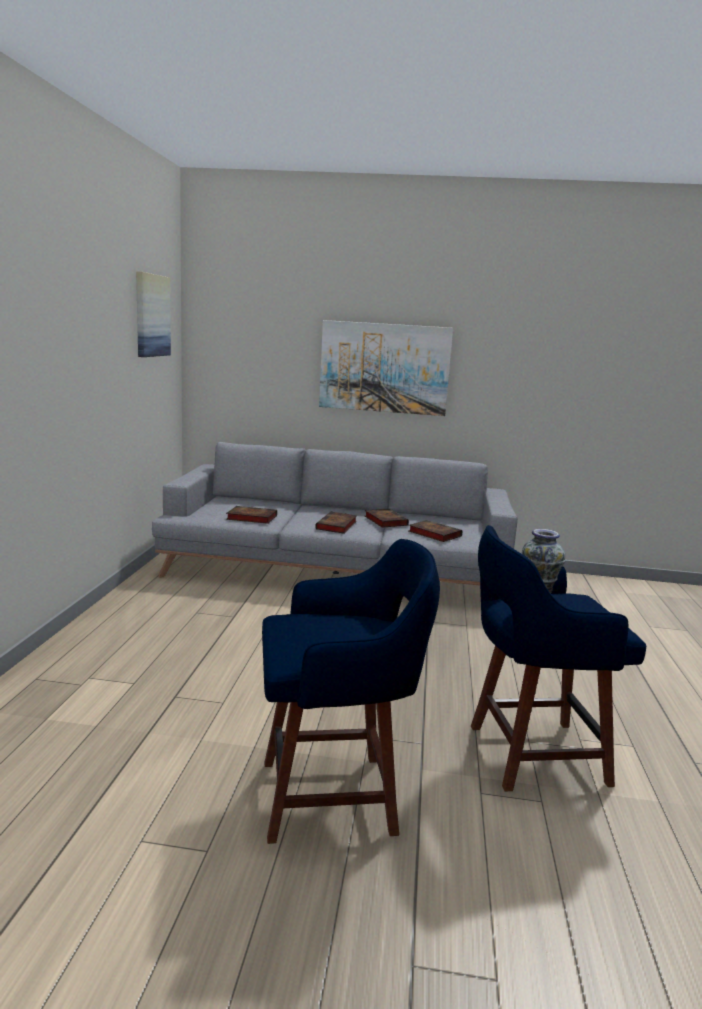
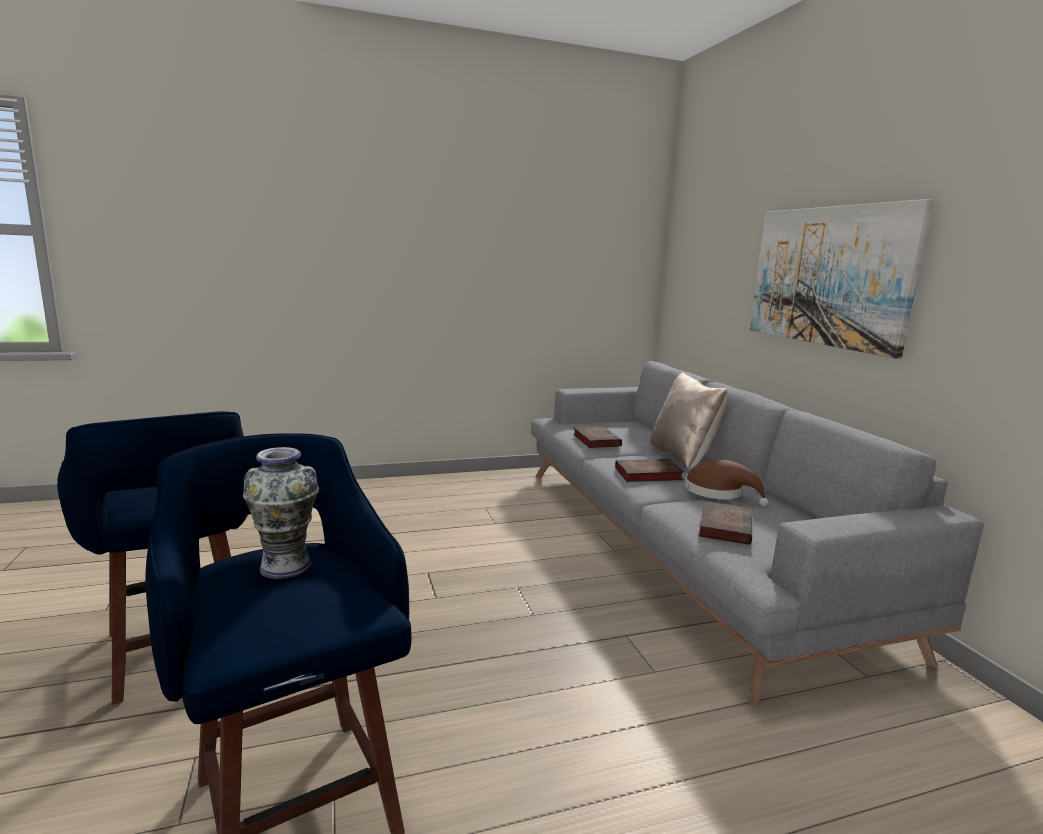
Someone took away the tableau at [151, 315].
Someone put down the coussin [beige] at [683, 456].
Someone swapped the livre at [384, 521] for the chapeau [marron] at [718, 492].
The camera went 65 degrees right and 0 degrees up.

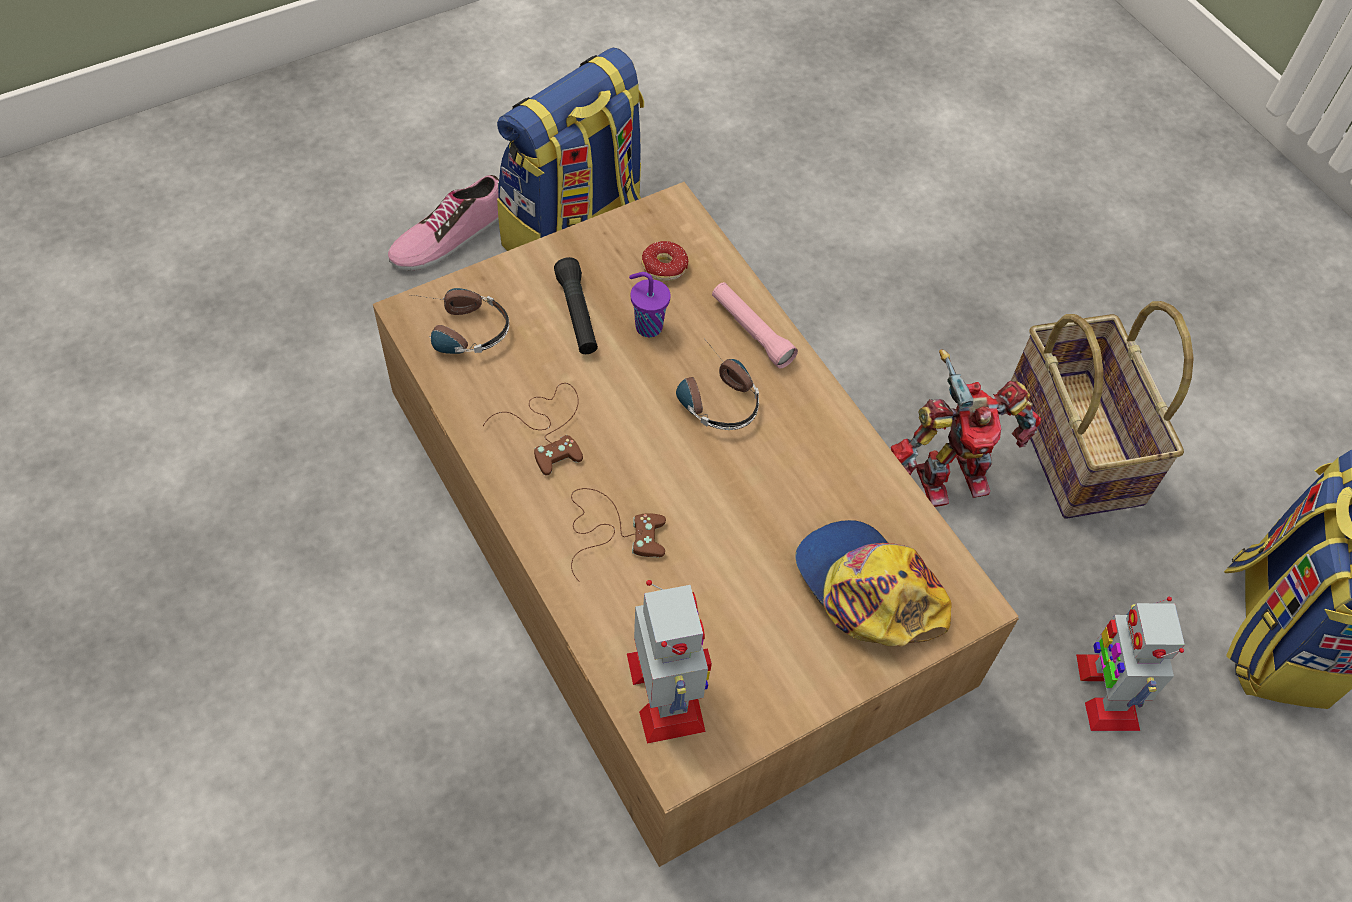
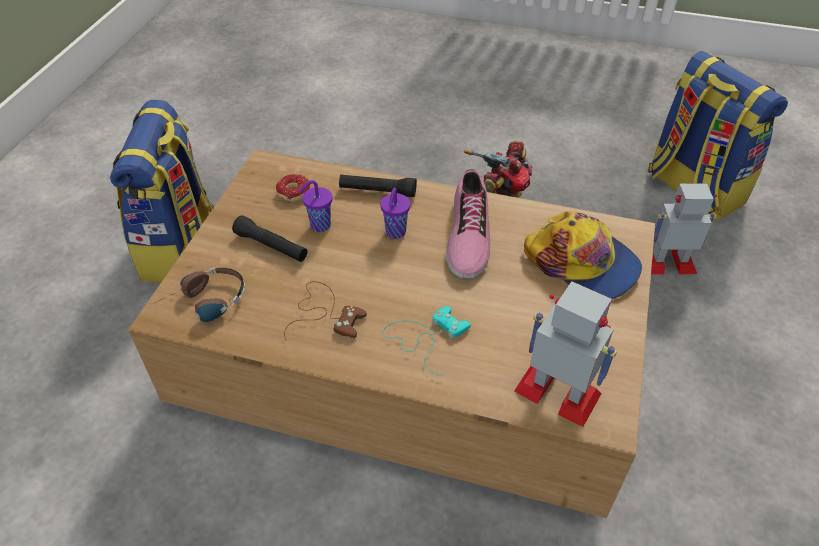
Someone took away the panier at [1078, 445].
Someone carried the chaussure from [449, 235] to [467, 236].
Someone swapped the casque audio at [712, 395] for the tasse [violet] at [395, 233].
Someone repainted the manette [marron] at [610, 530], which became the manette [turquoise] at [425, 337].
Someone repainted the lampe de poche [rose] at [751, 331], which became the lampe de poche [noir] at [378, 191].
Someone rotated the casquette at [867, 590] by 150 degrees counterclockwise.
Someone rotated the robot jouet at [1106, 691] by 135 degrees clockwise.
The camera went 40 degrees left and 10 degrees down.

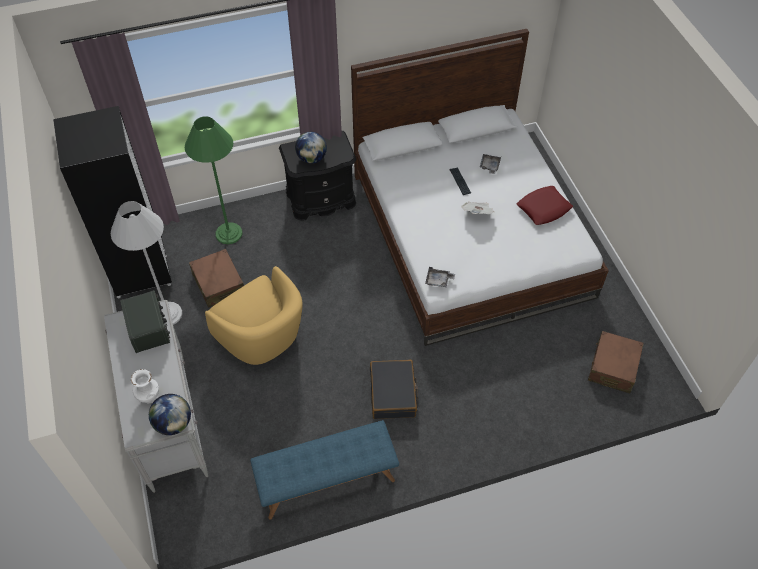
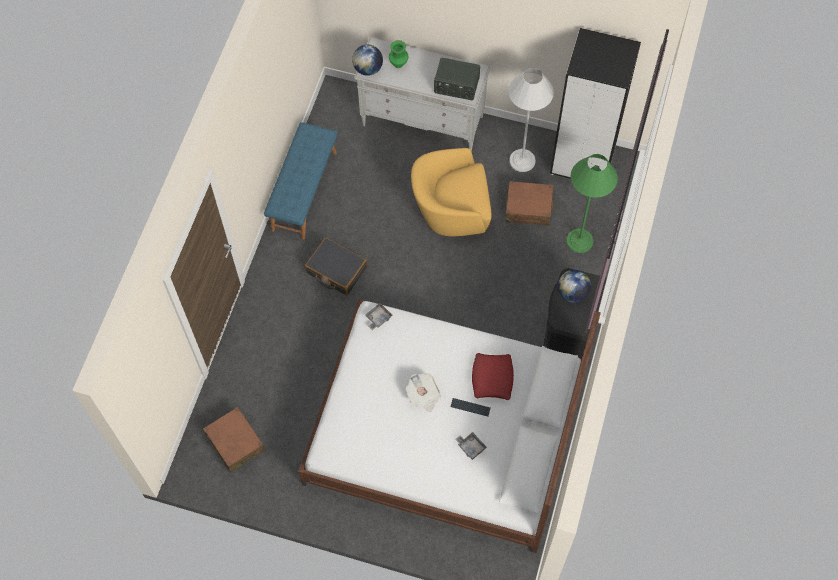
Someone carried the coussin [rouge] from [543, 208] to [492, 378].
Someone repainted the vase [blanc] at [149, 397], which became the vase [vert] at [399, 64].
The camera went 125 degrees right and 10 degrees up.

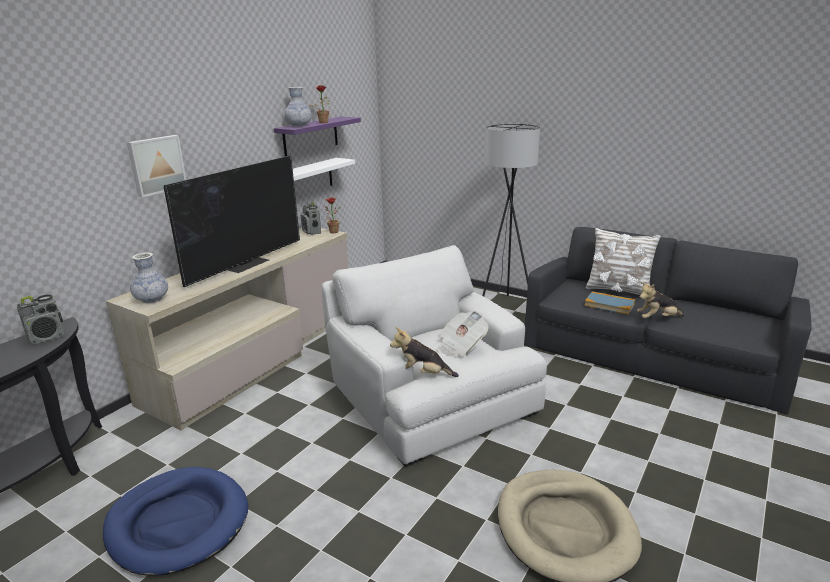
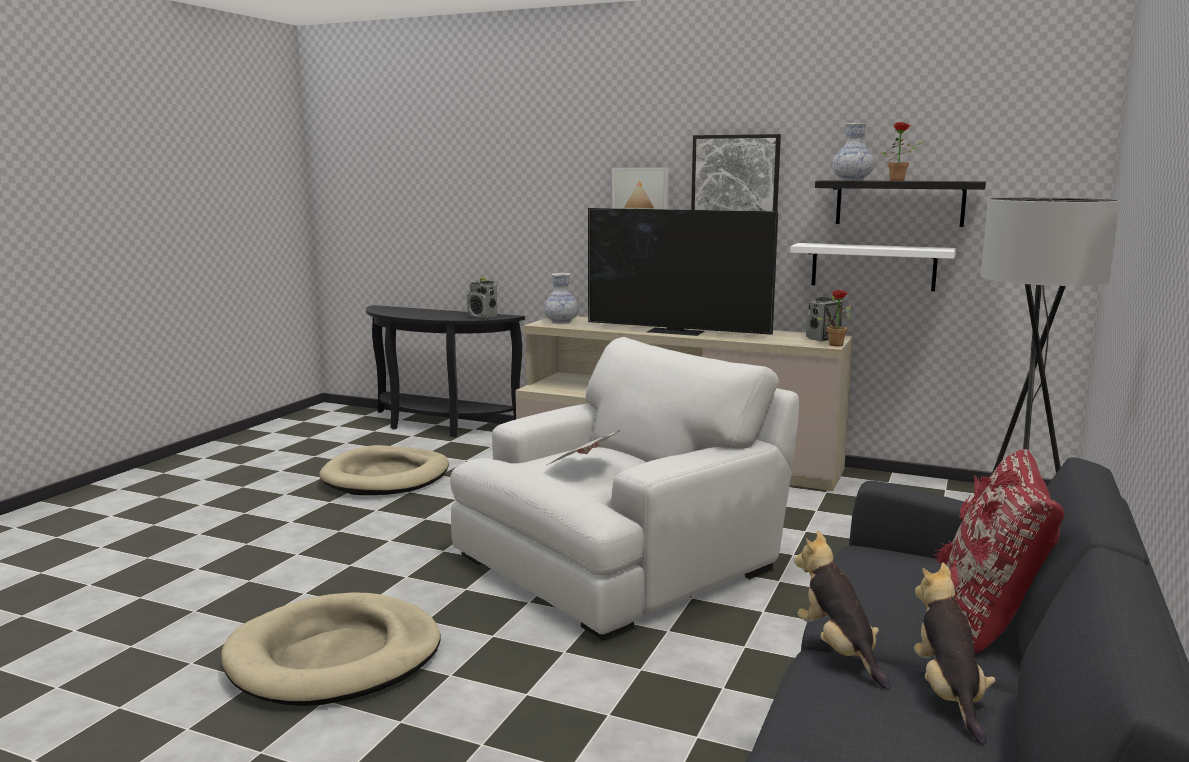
Someone took away the livre at [609, 305].
Someone put up the tableau at [735, 179].
Someone carried the peluche from [423, 374] to [948, 694].
Someone repainted the panier pour chien [bleu] at [178, 523], which became the panier pour chien [beige] at [386, 477].
Someone repainted the étagère [violet] at [310, 136], which became the étagère [noir] at [899, 203].
Someone repainted the coussin [blanc] at [618, 290], which became the coussin [rouge] at [985, 617].
The camera went 80 degrees right and 10 degrees down.

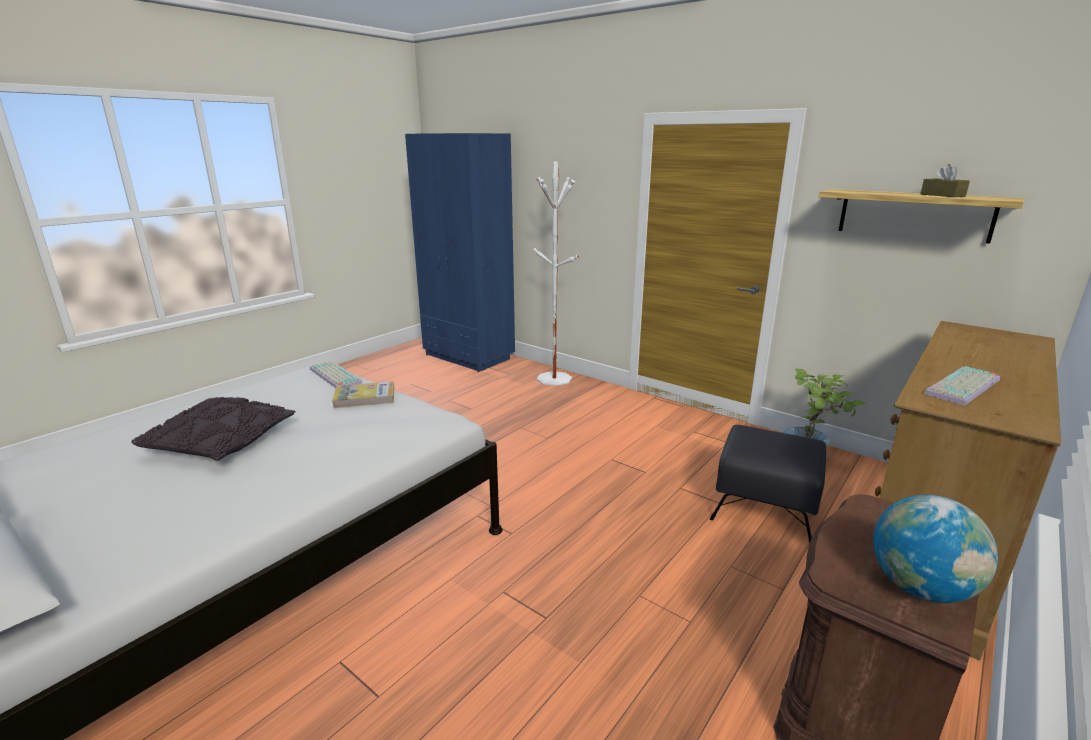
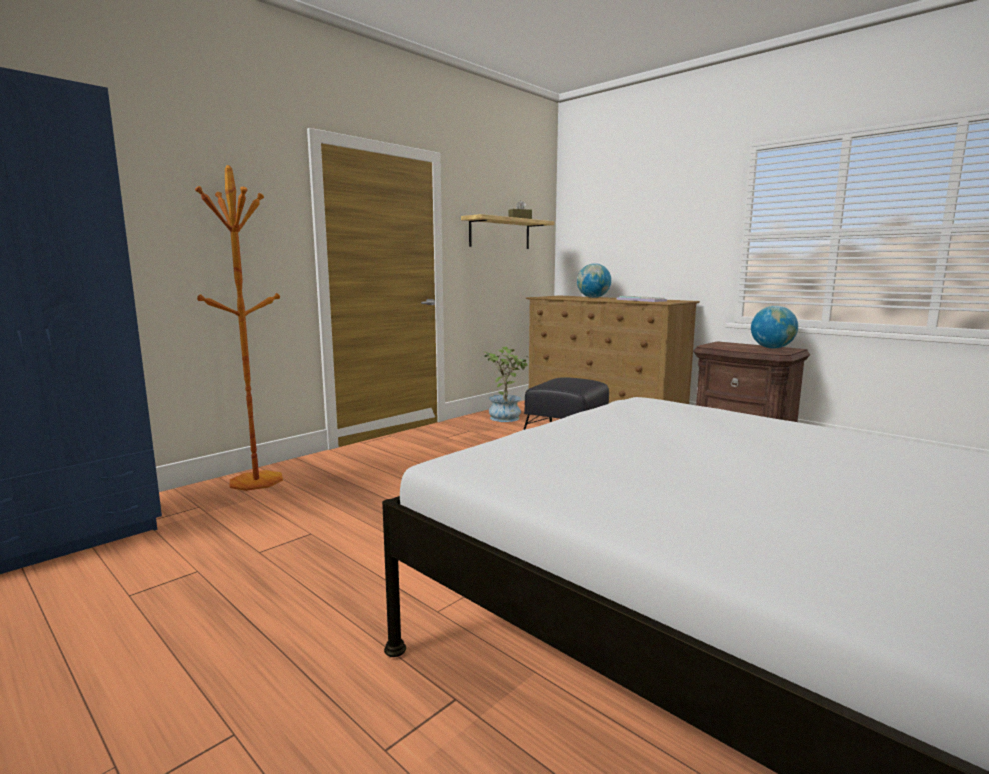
Someone took away the coussin [noir] at [220, 442].
Someone took away the clavier at [333, 376].
Someone took away the livre at [365, 397].
Someone put down the globe at [593, 297].
Someone repainted the portant [blanc] at [554, 378], which became the portant [orange] at [256, 480].
The camera went 85 degrees left and 10 degrees down.

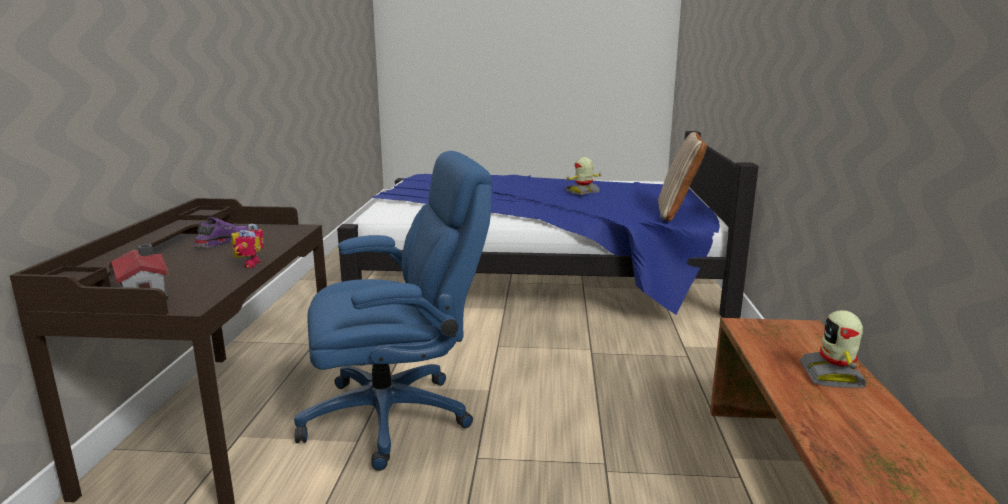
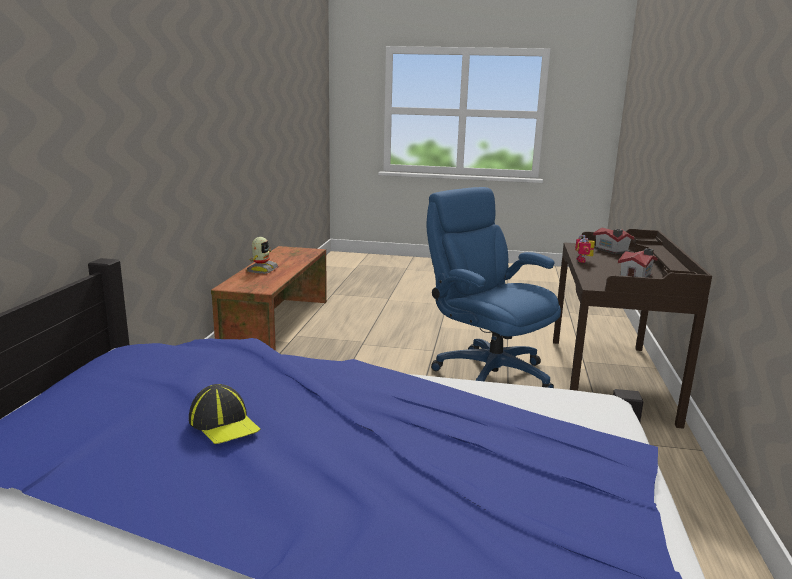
Someone took away the coussin [beige] at [677, 212].
Someone swapped the chaussure [violet] at [221, 242] for the maison miniature at [636, 276].
Someone swapped the robot jouet at [583, 192] for the casquette at [224, 423].
Someone rotated the chaise de bureau [bleu] at [399, 417] by 60 degrees clockwise.
The camera went 175 degrees left and 0 degrees up.

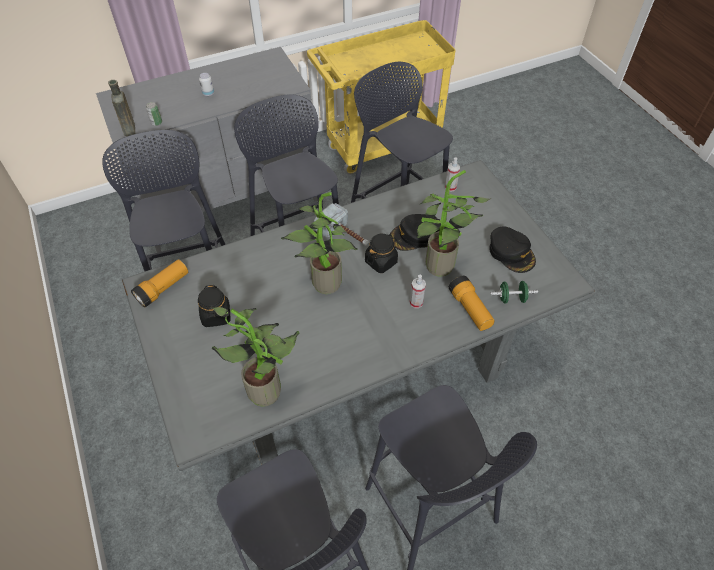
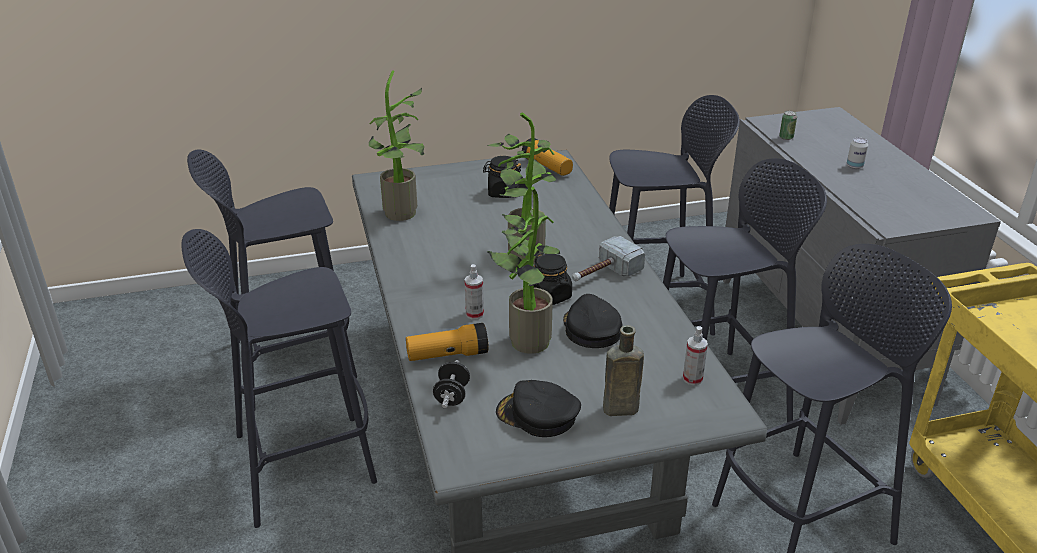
Someone carried the bouteille [marron] from [130, 131] to [618, 409].
Someone repainted the haltère [vert] at [511, 298], which became the haltère [noir] at [452, 396].
Someone rotated the casquette [noir] at [511, 253] by 45 degrees clockwise.
The camera went 100 degrees right and 20 degrees down.

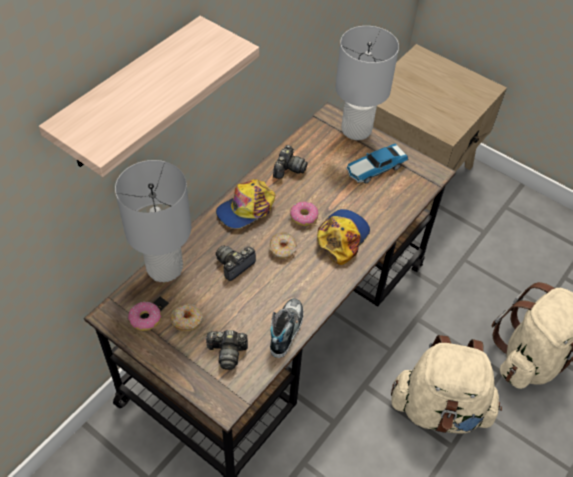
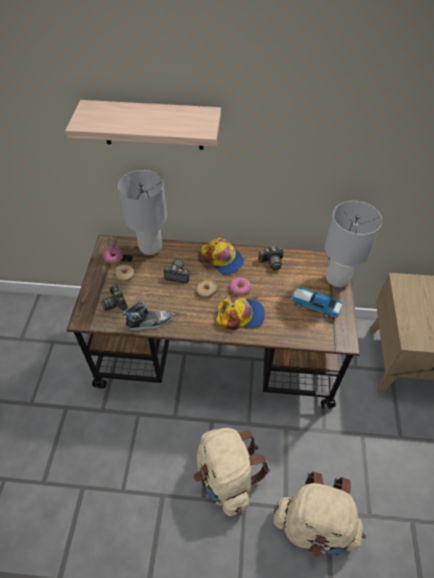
Someone rotated the casquette at [246, 209] by 150 degrees counterclockwise.
The camera went 60 degrees right and 0 degrees up.

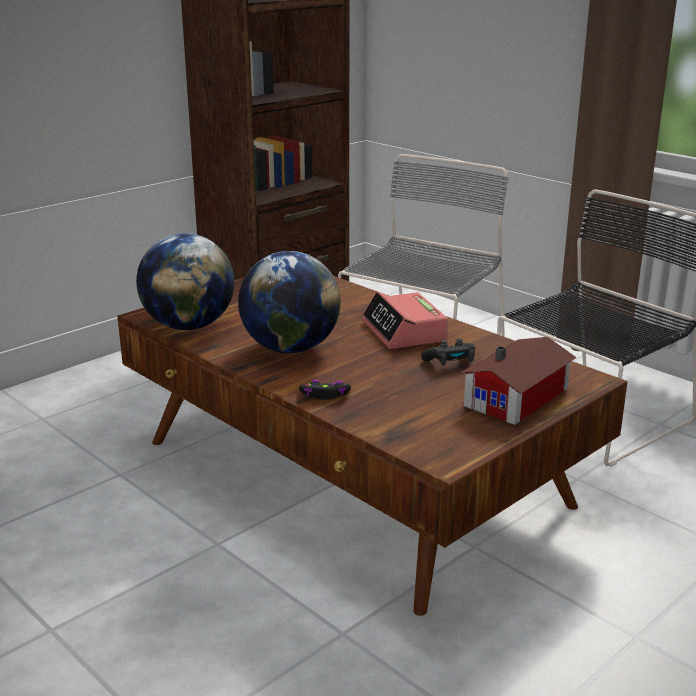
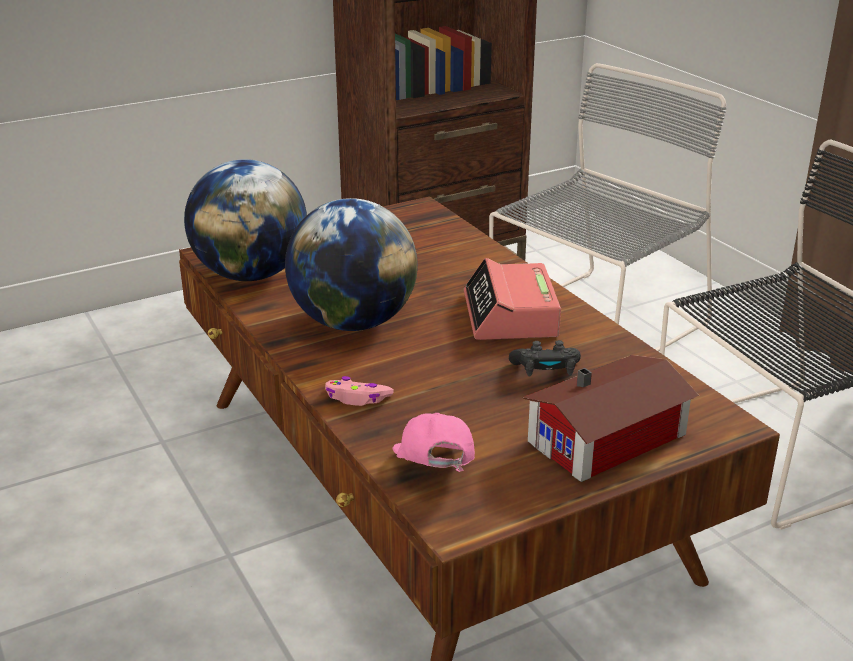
Someone put down the casquette [rose] at [433, 473].
Someone repainted the manette [noir] at [325, 395], which became the manette [rose] at [357, 398].
The camera went 15 degrees right and 5 degrees up.

